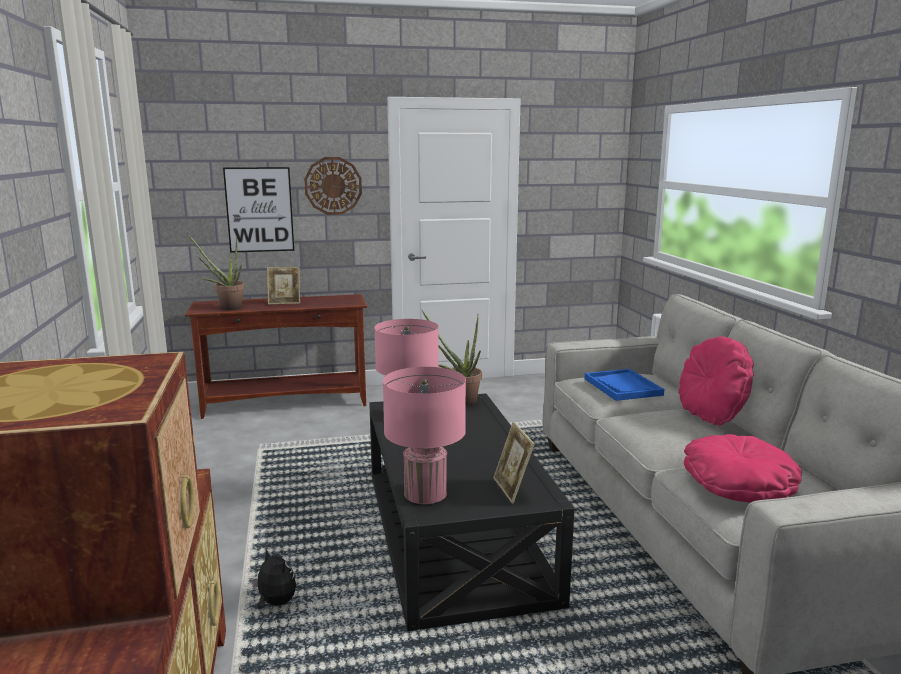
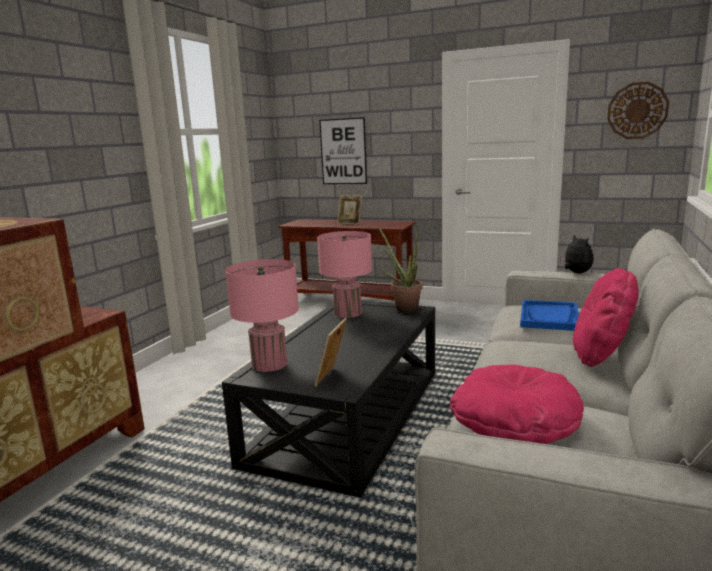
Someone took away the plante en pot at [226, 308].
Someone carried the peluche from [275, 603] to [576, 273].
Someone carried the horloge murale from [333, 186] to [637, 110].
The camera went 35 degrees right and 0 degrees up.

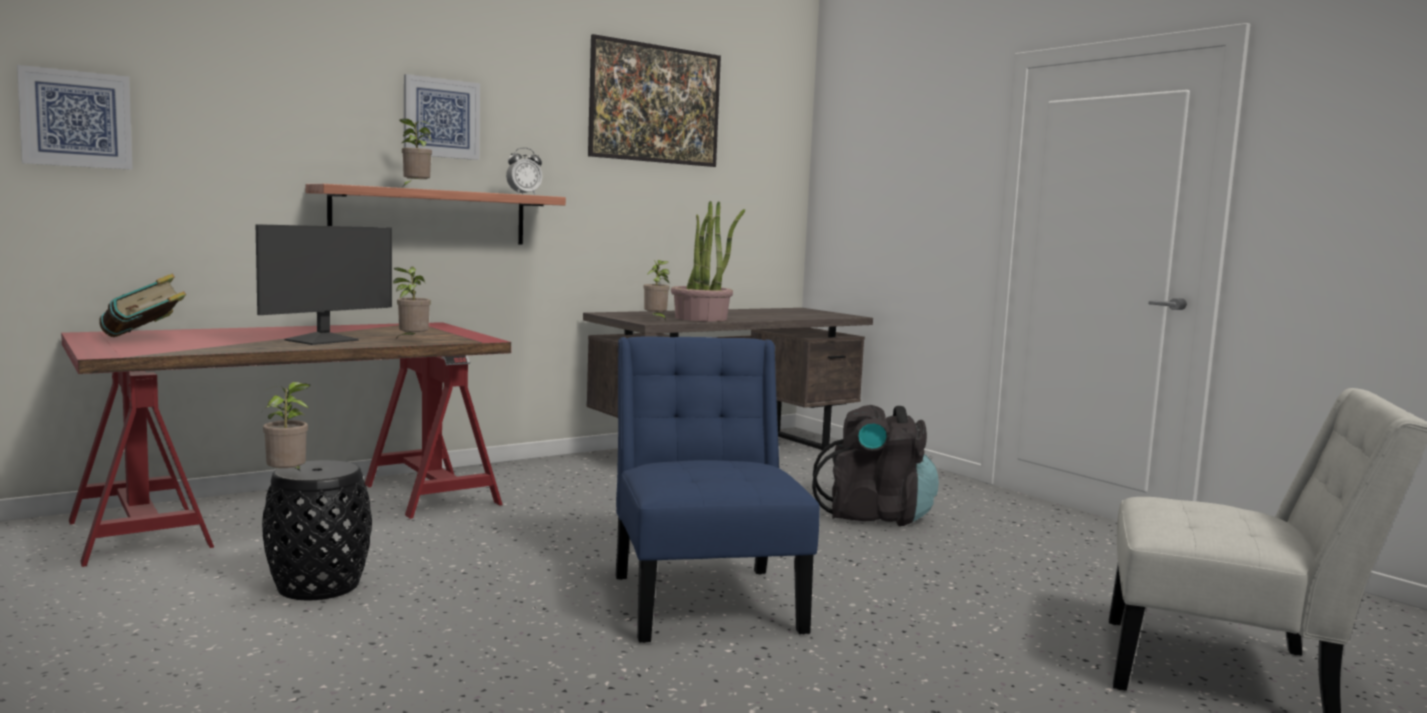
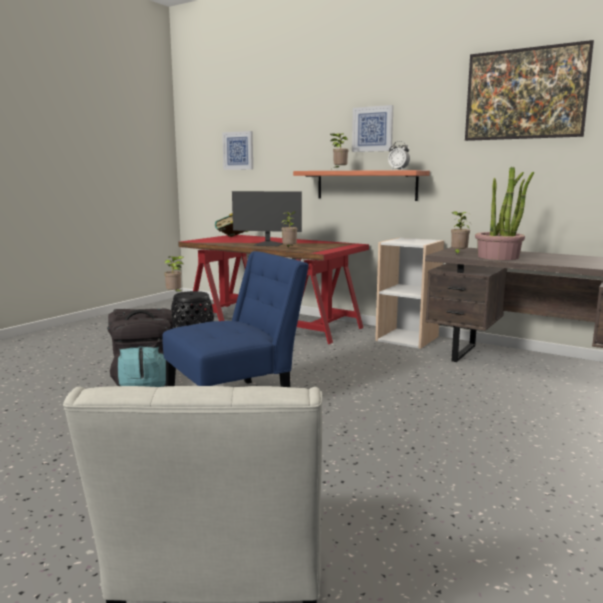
Someone put down the bibliothèque at [407, 338].
Someone carried the sac à dos [noir] from [875, 516] to [144, 381].
The camera went 70 degrees right and 5 degrees up.

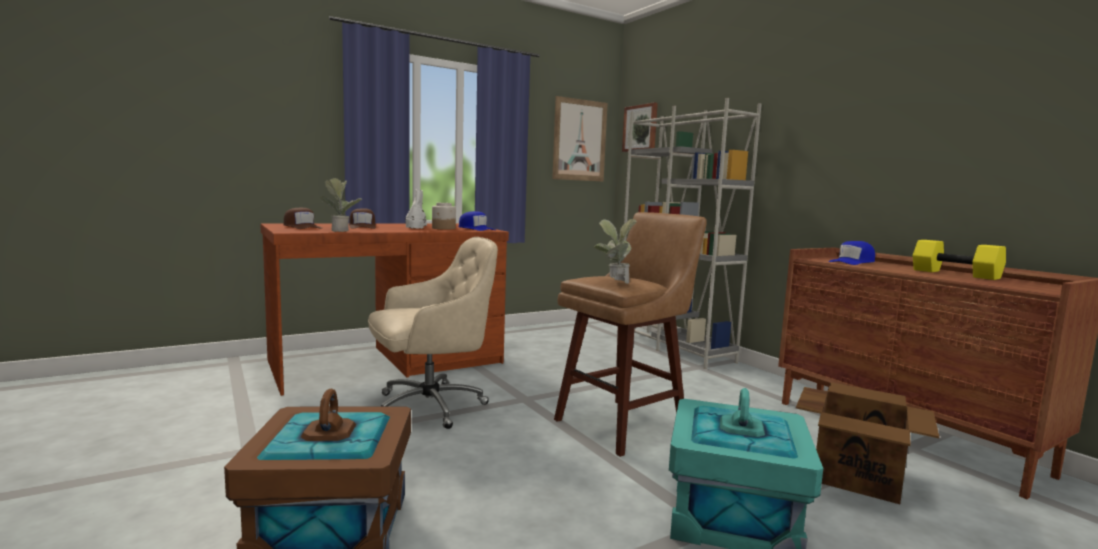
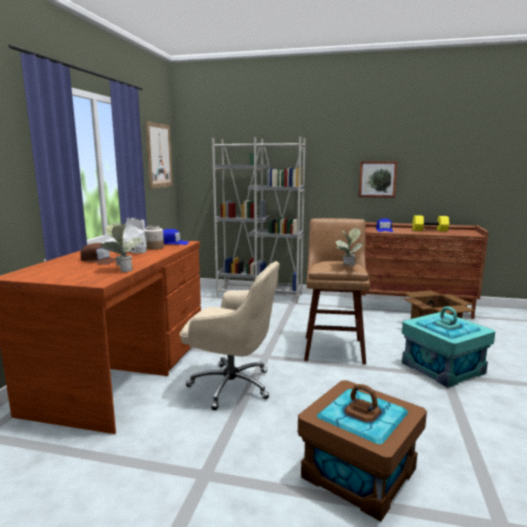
Someone took away the casquette [marron] at [302, 227].
Someone carried the tableau from [640, 128] to [377, 179].
Someone rotated the chaise de bureau [beige] at [430, 406] by 90 degrees clockwise.
The camera went 45 degrees left and 5 degrees up.

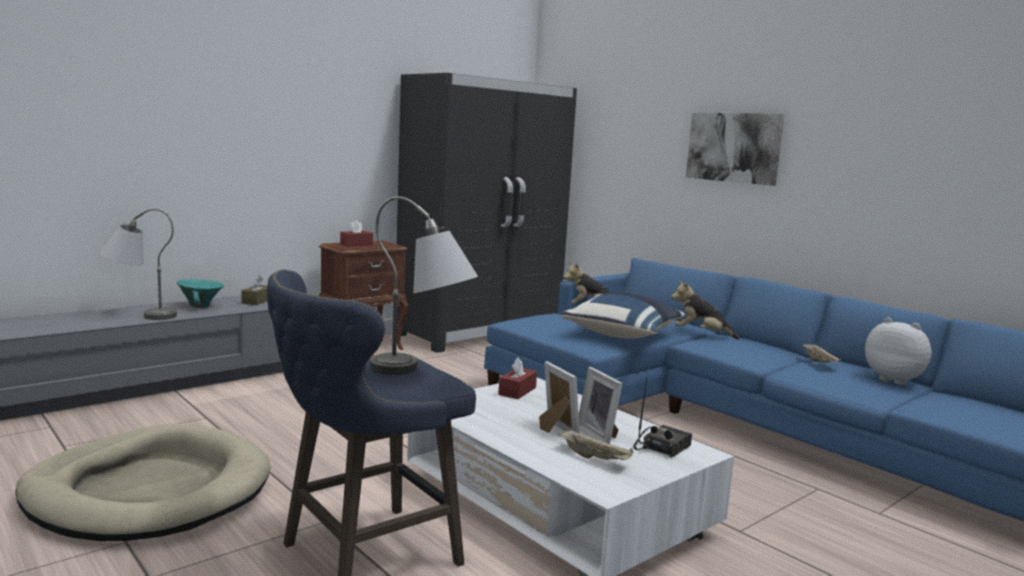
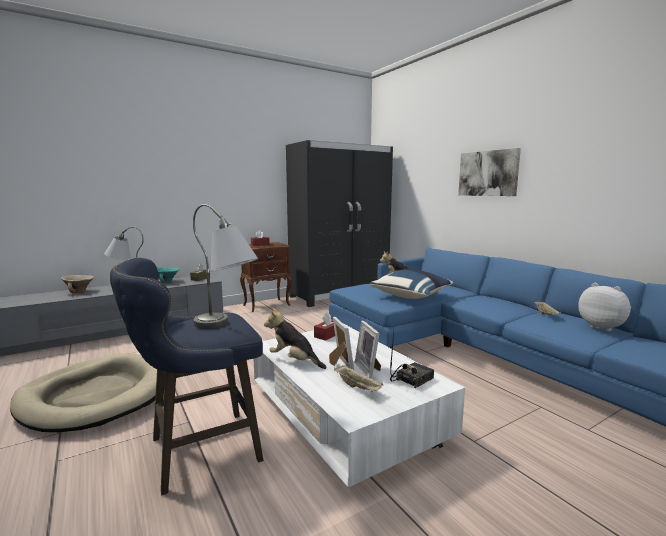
Someone put down the bol [beige] at [80, 291].
Someone carried the peluche from [701, 334] to [294, 361].
The camera went 10 degrees right and 0 degrees up.

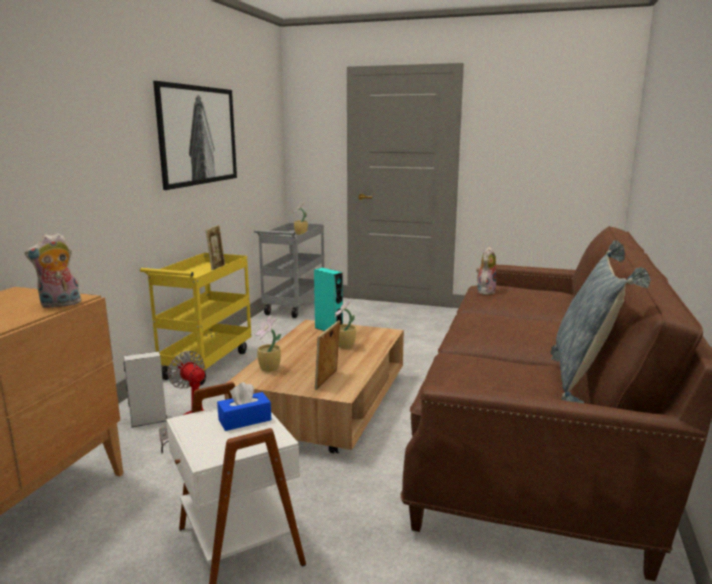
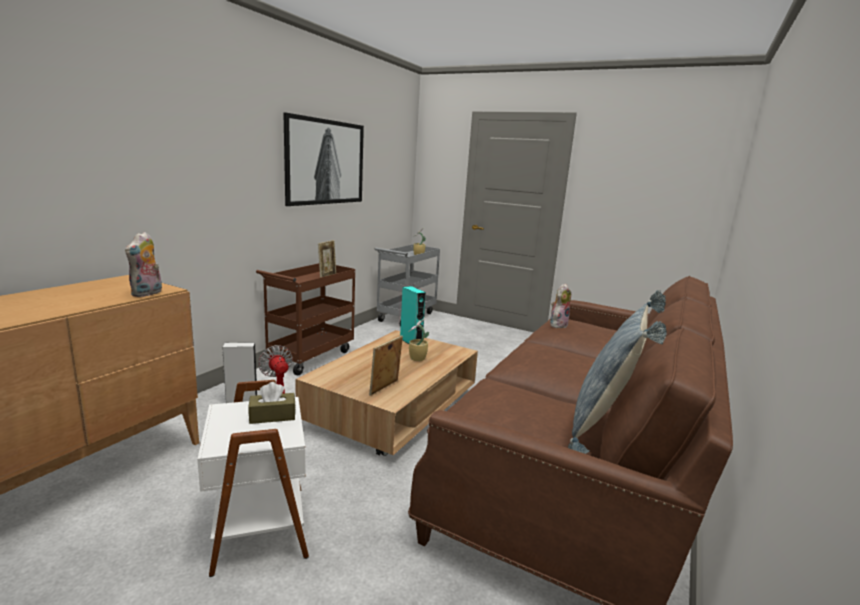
Someone took away the plante en pot at [269, 369].
Someone repainted the chariot [jaune] at [206, 366], which became the chariot [marron] at [309, 359].
Someone repainted the boîte à mouchoirs [bleu] at [245, 420], which became the boîte à mouchoirs [marron] at [272, 416].
Someone rotated the peluche at [60, 305] by 60 degrees counterclockwise.
The camera went 10 degrees right and 0 degrees up.

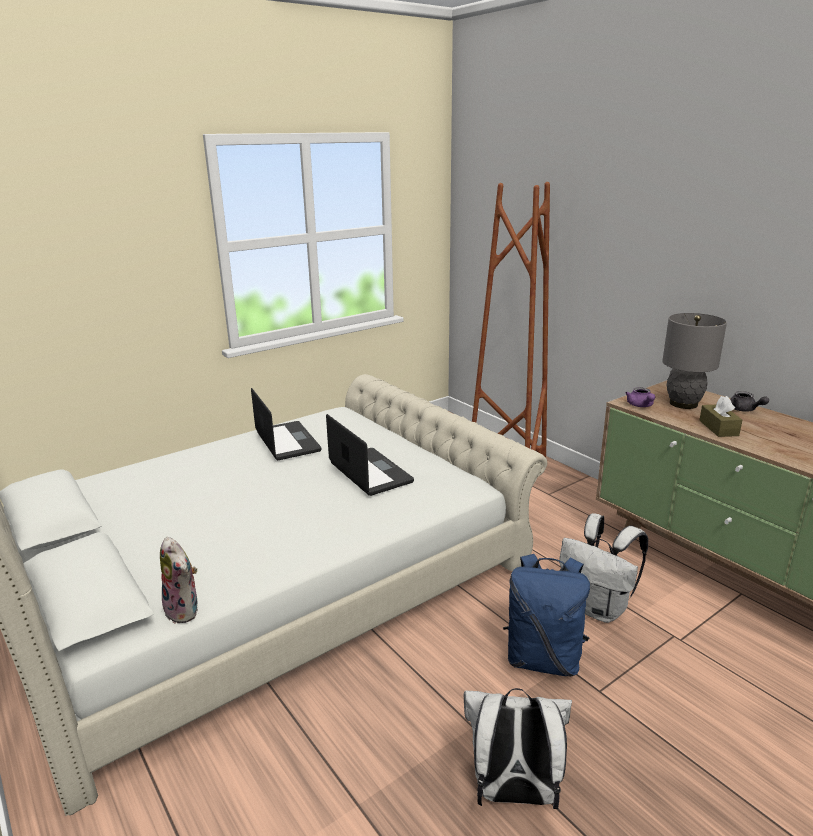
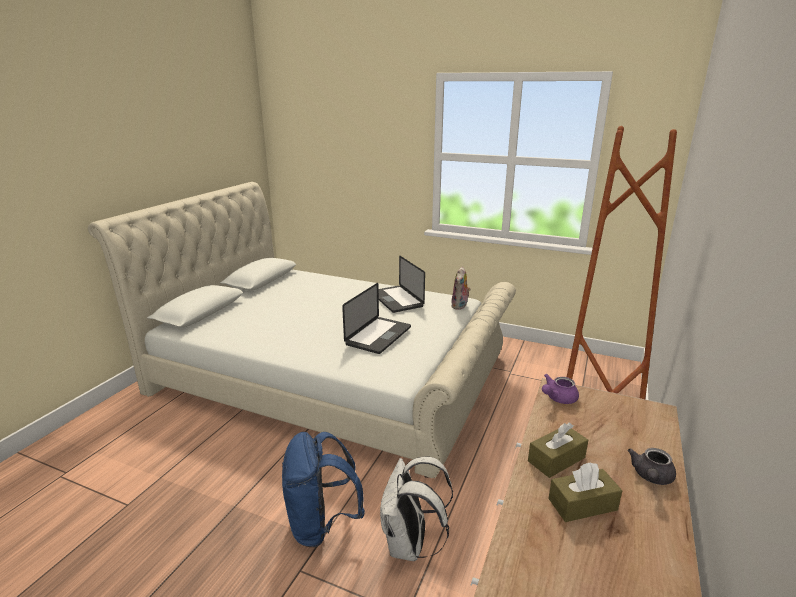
Someone took away the sac à dos [blanc] at [513, 794].
Someone took away the lampe de table [gris] at [683, 404].
Someone put down the boîte à mouchoirs [marron] at [582, 504].
Someone carried the peluche from [185, 610] to [460, 306].
Someone rotated the ordinateur portable at [287, 442] by 120 degrees clockwise.
The camera went 60 degrees right and 0 degrees up.

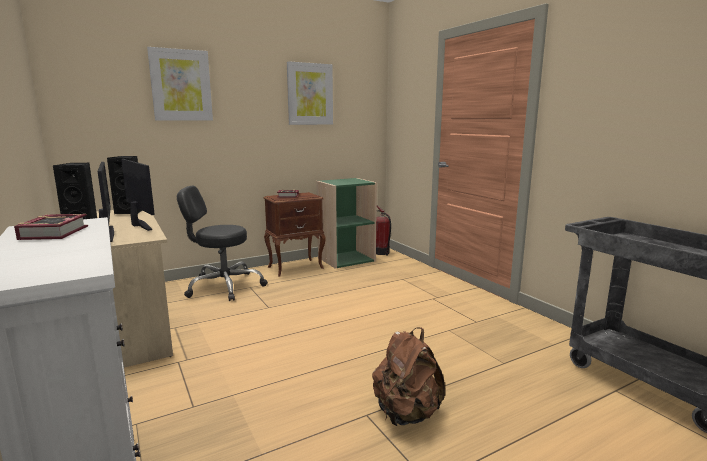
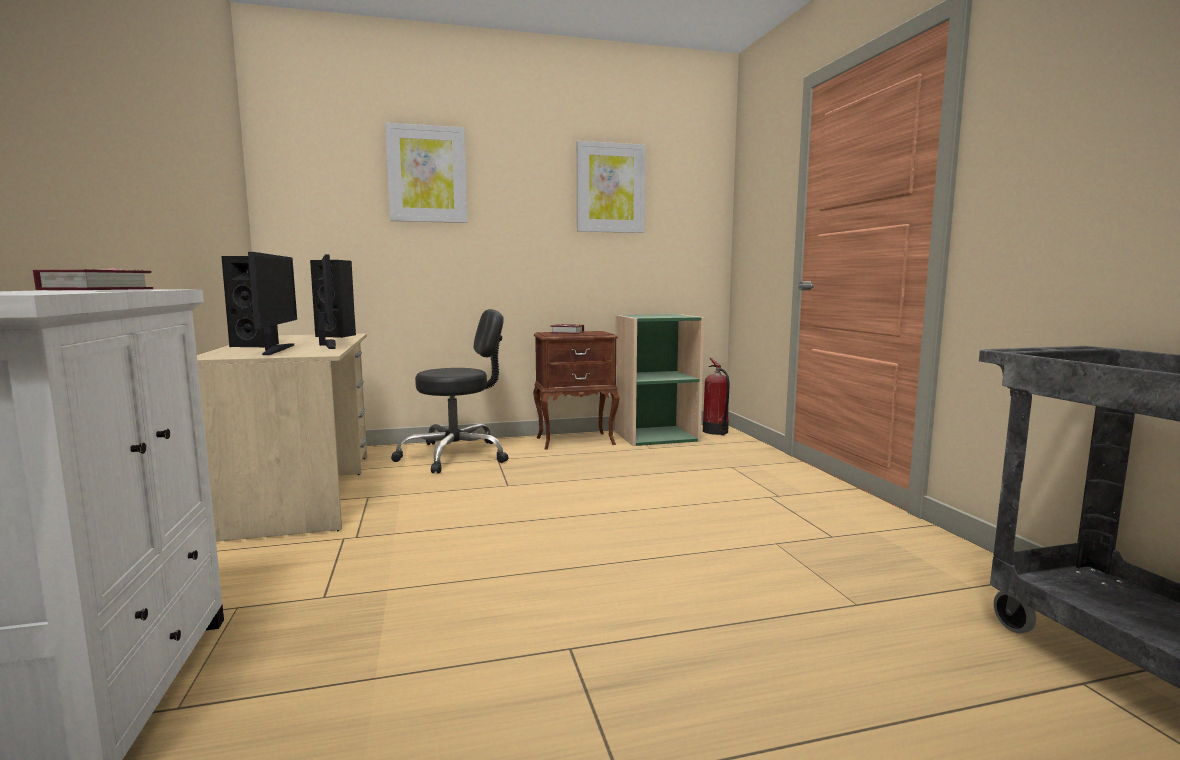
Someone took away the sac à dos [marron] at [406, 414].
Someone rotated the chaise de bureau [noir] at [221, 286] by 150 degrees clockwise.
The camera went 15 degrees right and 5 degrees down.

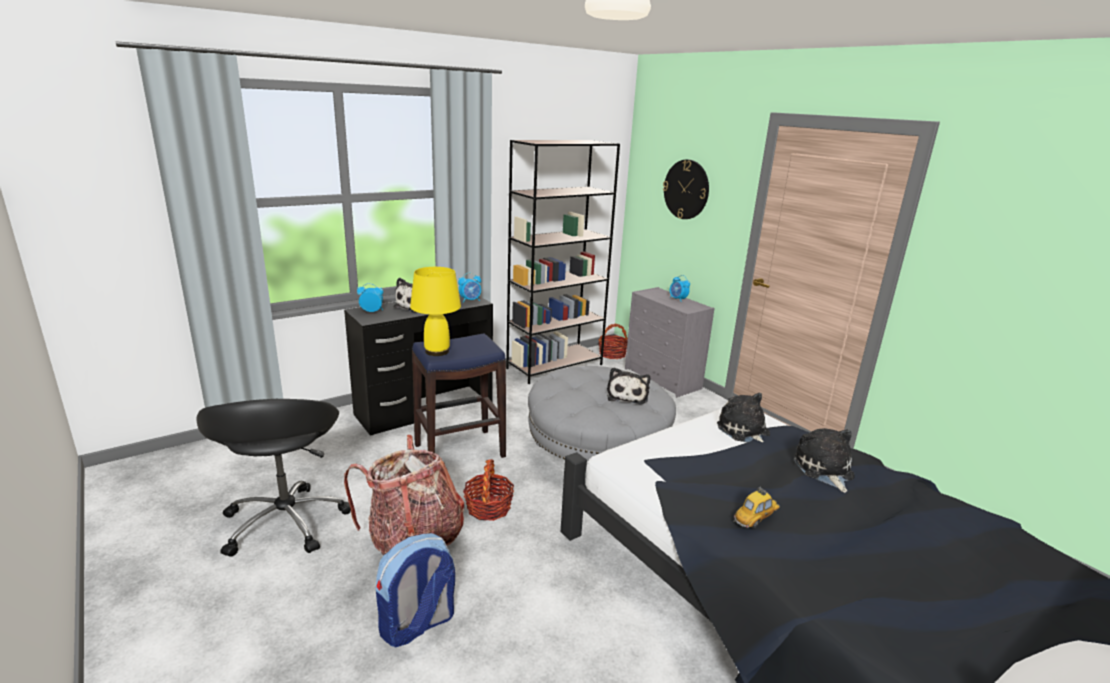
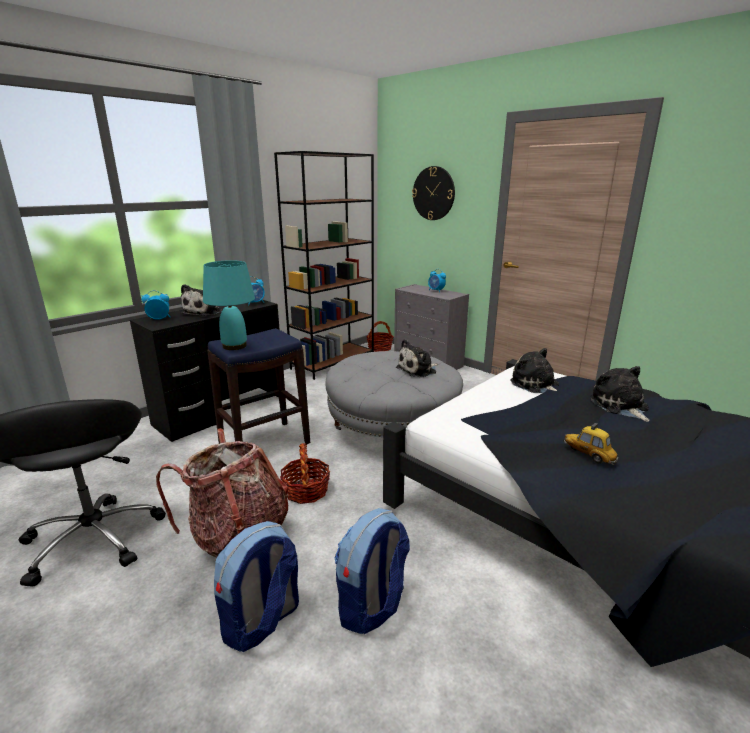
Someone put down the sac à dos at [372, 606].
Someone repainted the lampe de table [jaune] at [436, 351], which became the lampe de table [turquoise] at [234, 346].
Someone rotated the peluche at [627, 395] by 60 degrees clockwise.
Someone rotated the petite voiture at [756, 519] by 90 degrees counterclockwise.
The camera went 10 degrees left and 0 degrees up.

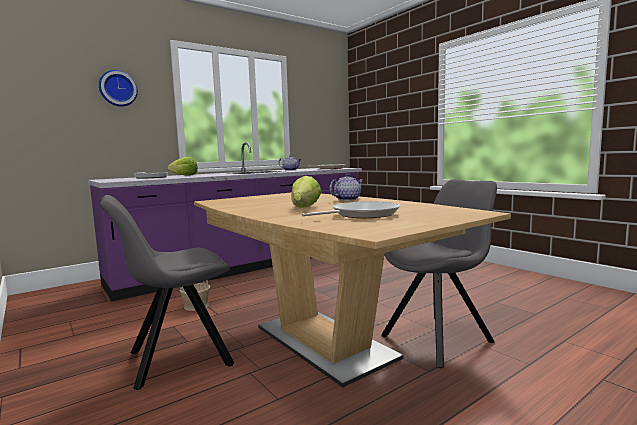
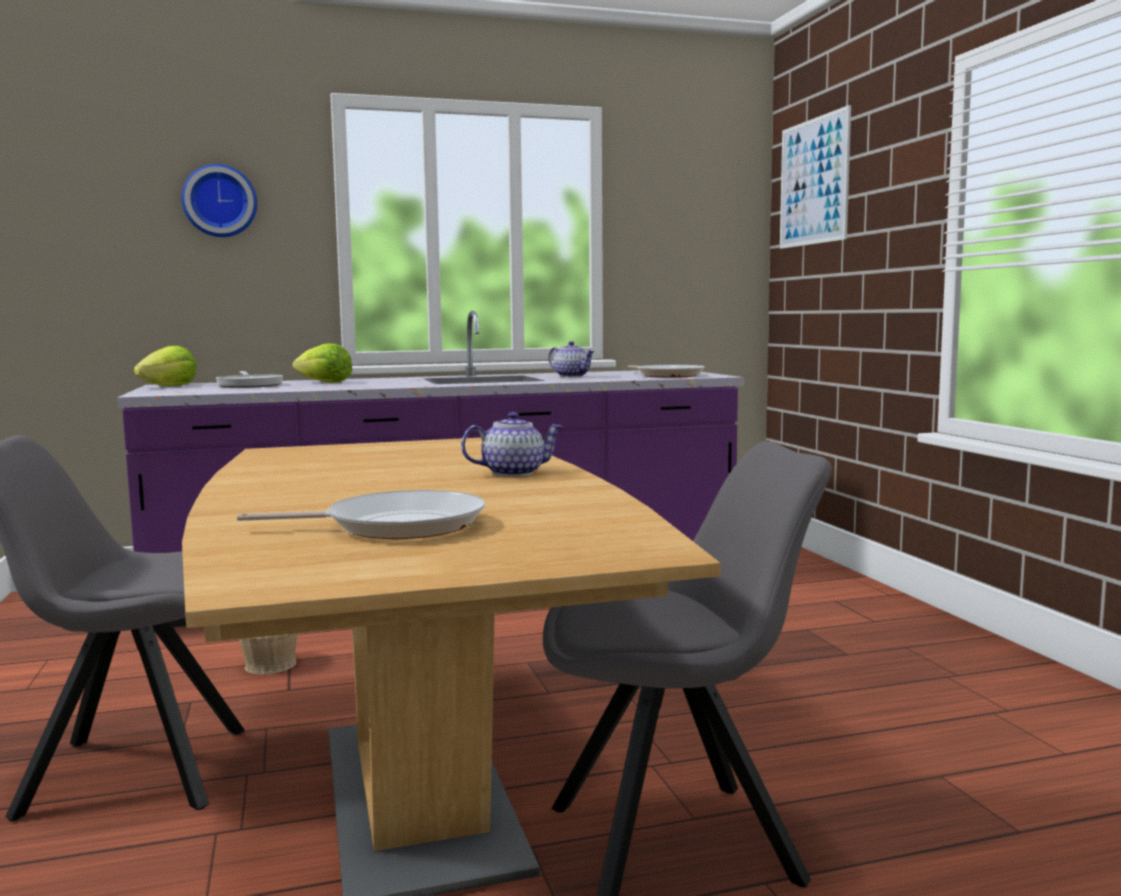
Someone put up the tableau at [814, 182].
Someone carried the laitue from [305, 207] to [169, 386].
The camera went 20 degrees right and 0 degrees up.

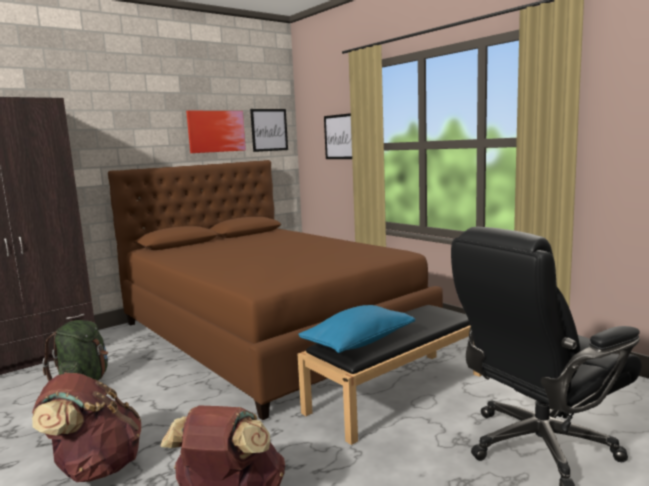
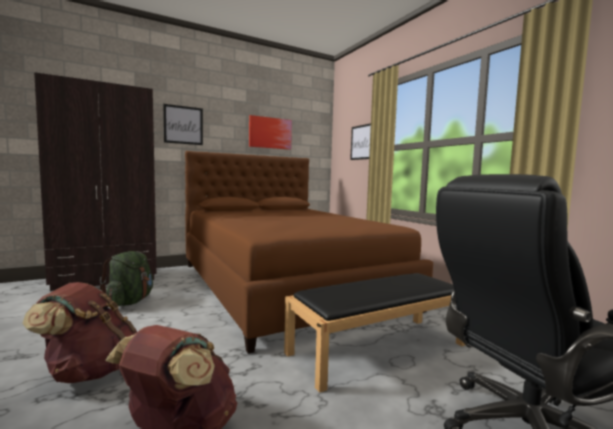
Someone took away the coussin [bleu] at [358, 342].
Someone carried the tableau from [269, 130] to [183, 125].
The camera went 10 degrees right and 5 degrees down.

